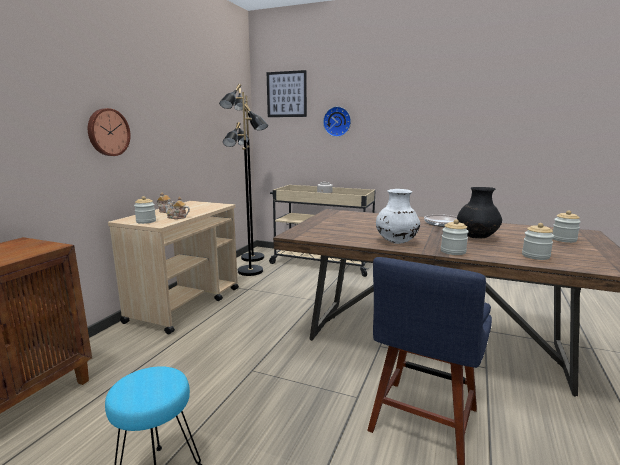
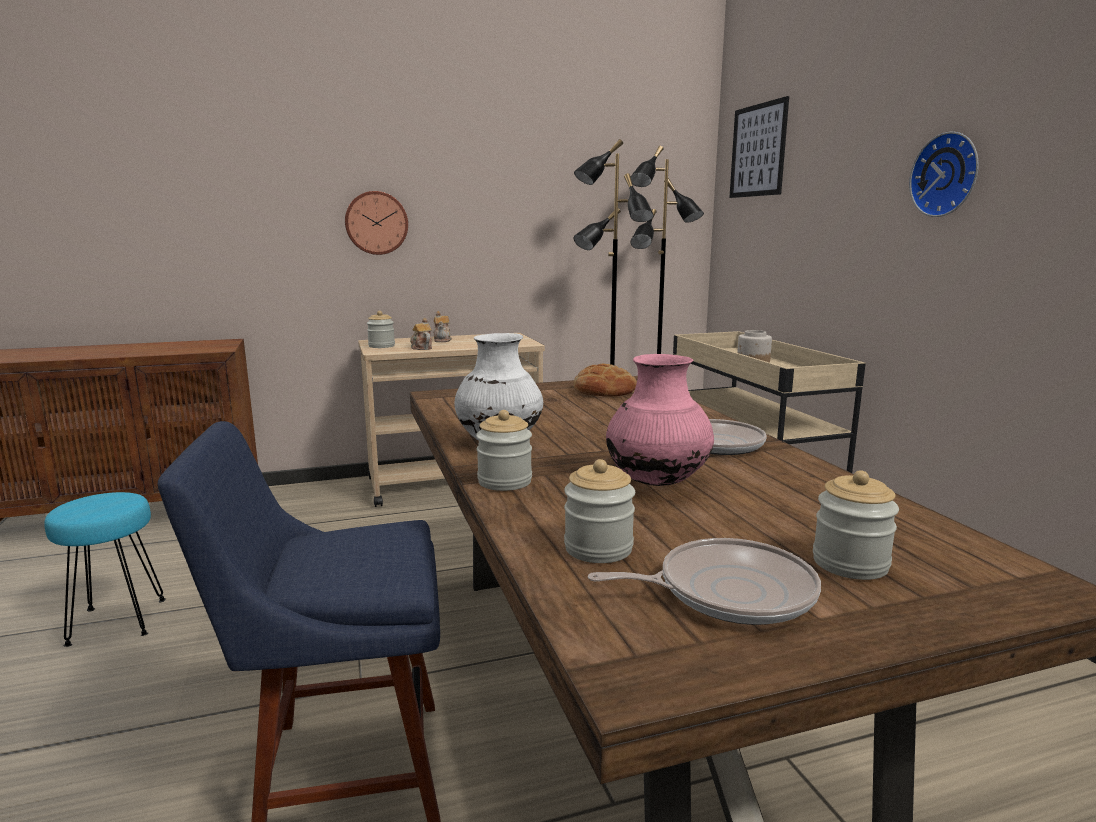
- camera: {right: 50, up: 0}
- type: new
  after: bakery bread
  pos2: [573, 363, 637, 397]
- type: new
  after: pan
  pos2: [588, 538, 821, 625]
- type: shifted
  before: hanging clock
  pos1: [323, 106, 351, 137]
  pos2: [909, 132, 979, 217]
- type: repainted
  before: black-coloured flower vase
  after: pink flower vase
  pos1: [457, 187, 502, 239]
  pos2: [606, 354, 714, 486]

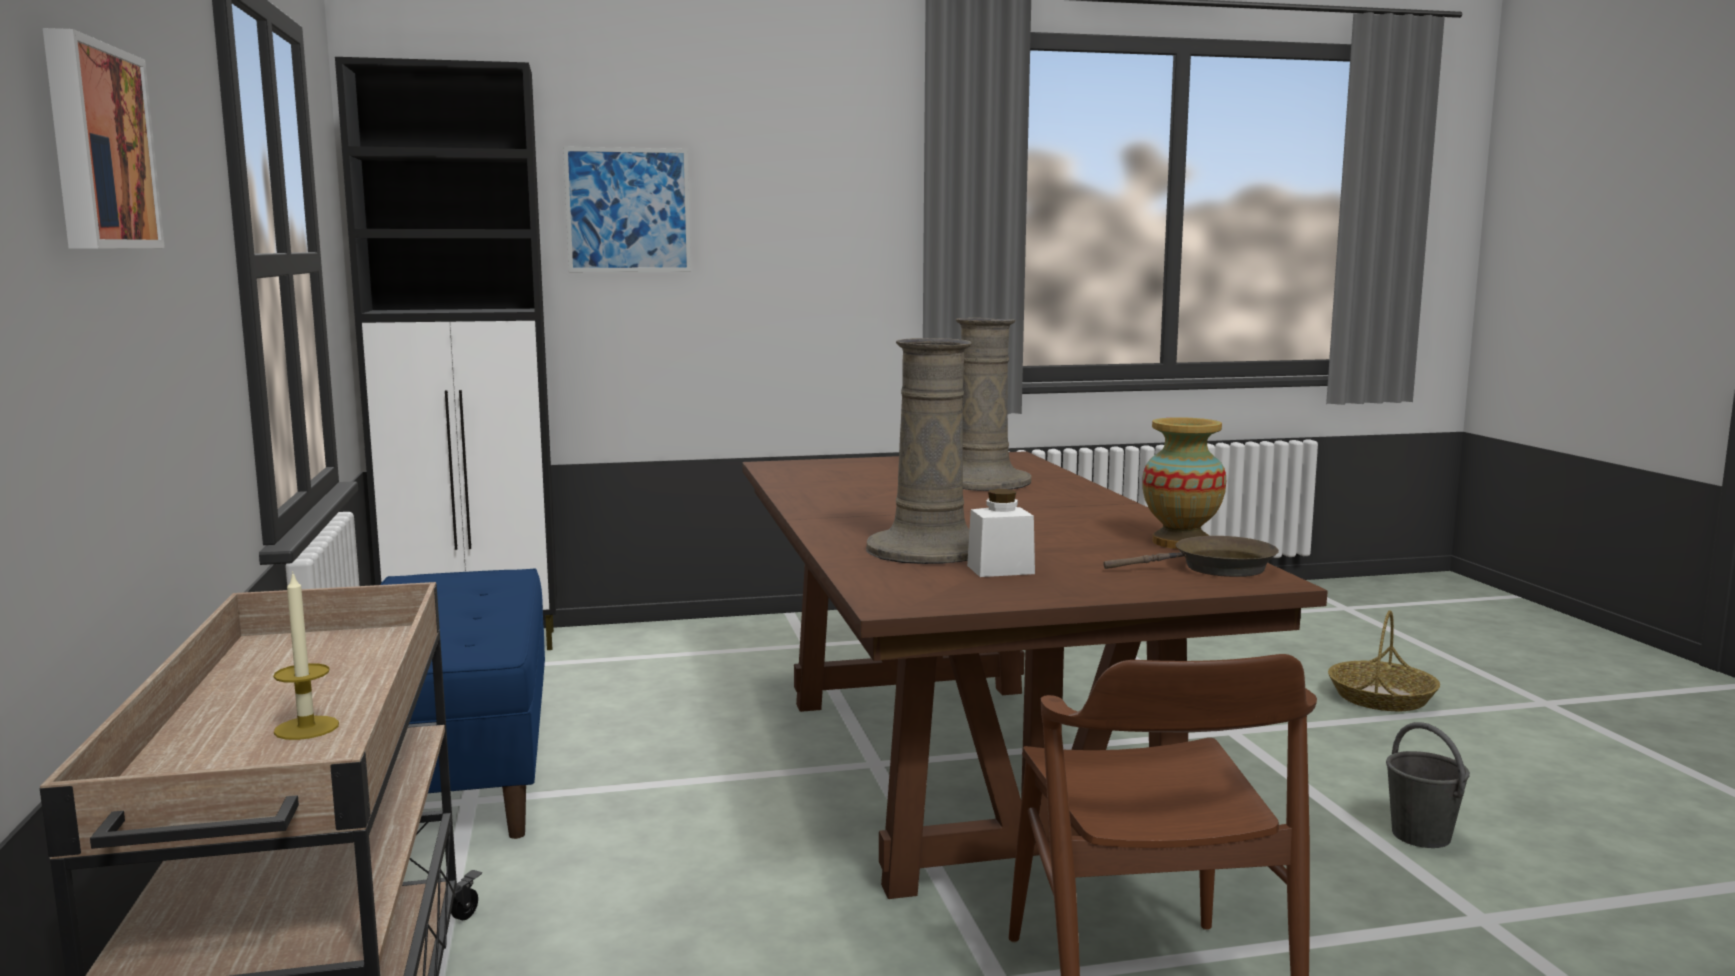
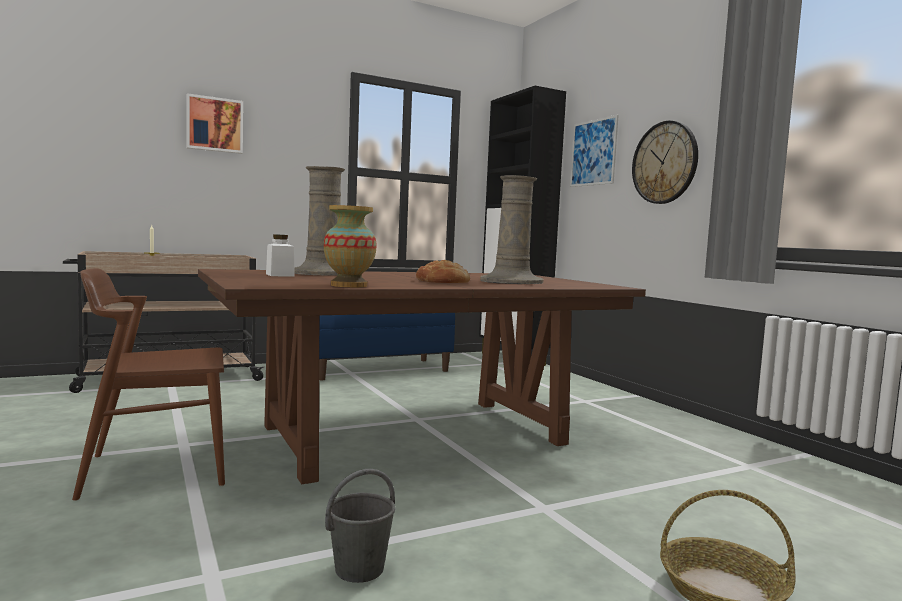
- camera: {right: 75, up: -5}
- type: gone
  before: brownish pan
  pos1: [1104, 536, 1279, 577]
- type: new
  after: bakery bread
  pos2: [416, 260, 470, 283]
- type: new
  after: hanging clock
  pos2: [632, 121, 698, 204]

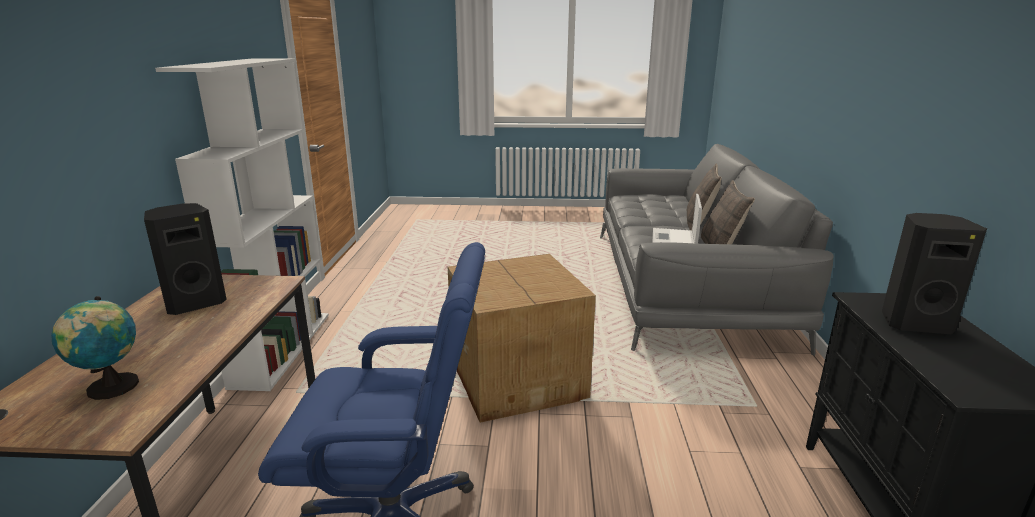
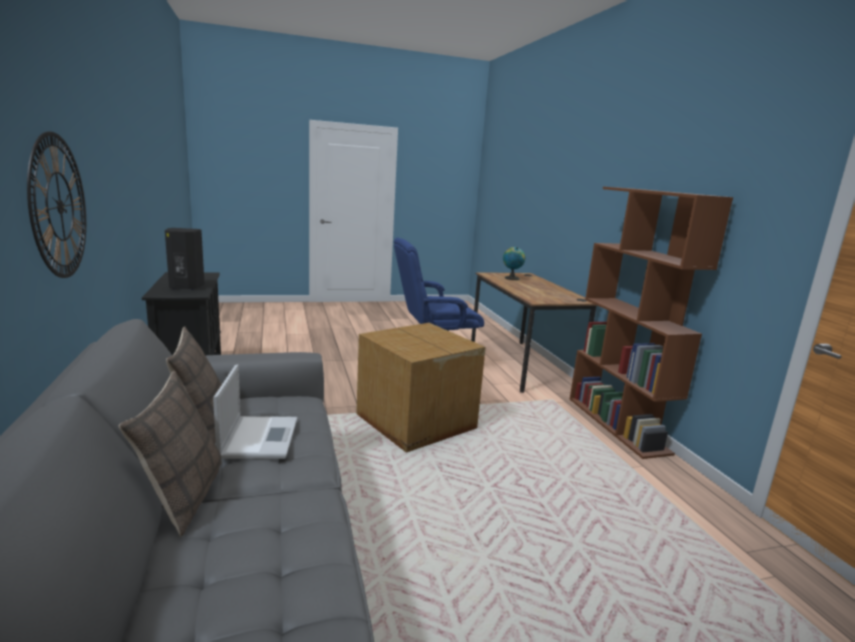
- camera: {right: 160, up: -5}
- type: gone
  before: black-coloured loudspeaker
  pos1: [144, 203, 226, 315]
- type: new
  after: hanging clock
  pos2: [27, 132, 86, 278]
- type: repainted
  before: white bookshelf
  after: brownish bookshelf
  pos1: [155, 58, 329, 391]
  pos2: [570, 187, 733, 459]

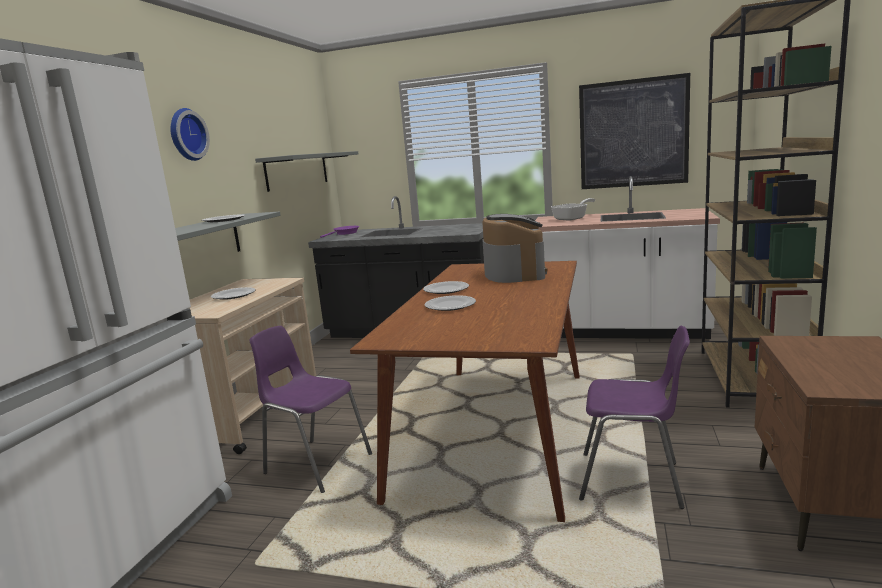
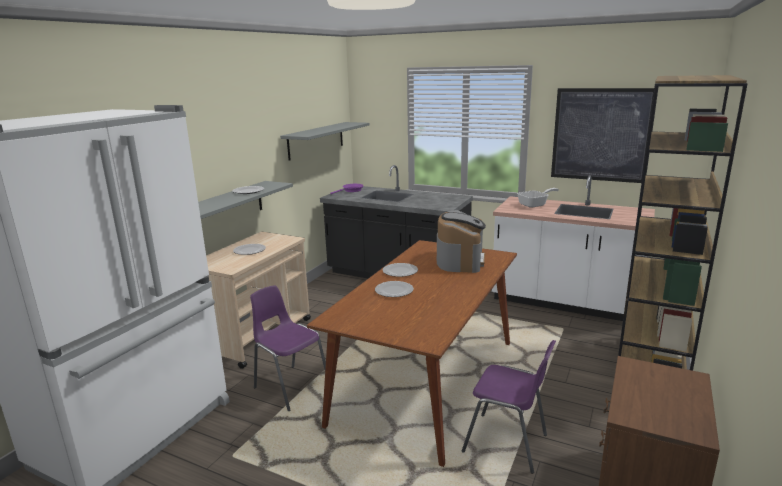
- camera: {right: 10, up: 5}
- type: gone
  before: hanging clock
  pos1: [170, 108, 210, 161]

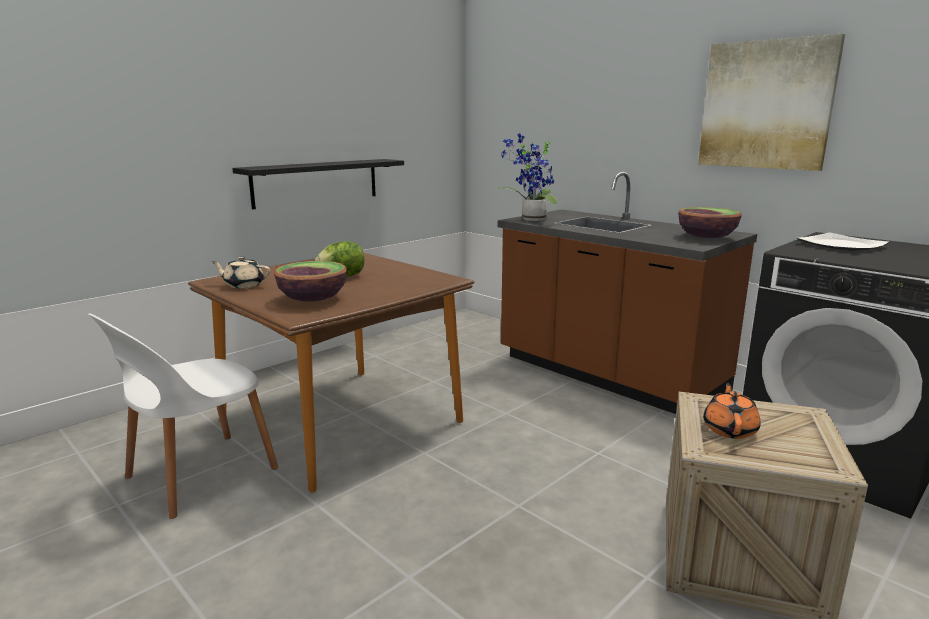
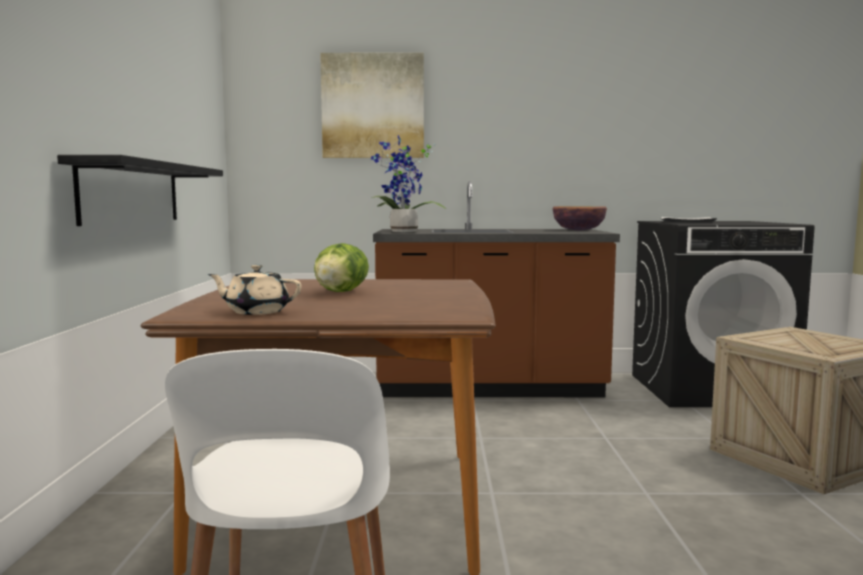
- camera: {right: -45, up: -10}
- type: gone
  before: deep dish
  pos1: [274, 261, 347, 302]
- type: gone
  before: orange-coloured tea pot
  pos1: [703, 383, 761, 439]
- type: shifted
  before: wall art
  pos1: [698, 34, 845, 171]
  pos2: [320, 53, 424, 158]
- type: rotated
  before: beige tea pot
  pos1: [212, 256, 270, 289]
  pos2: [208, 265, 302, 315]
  turn: 45

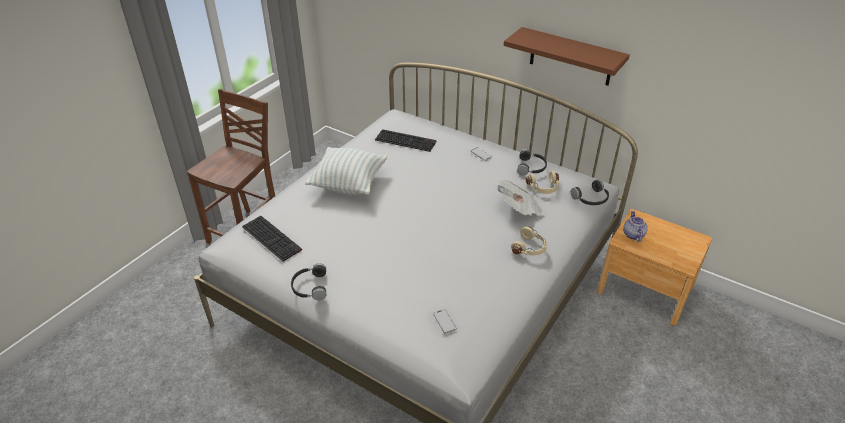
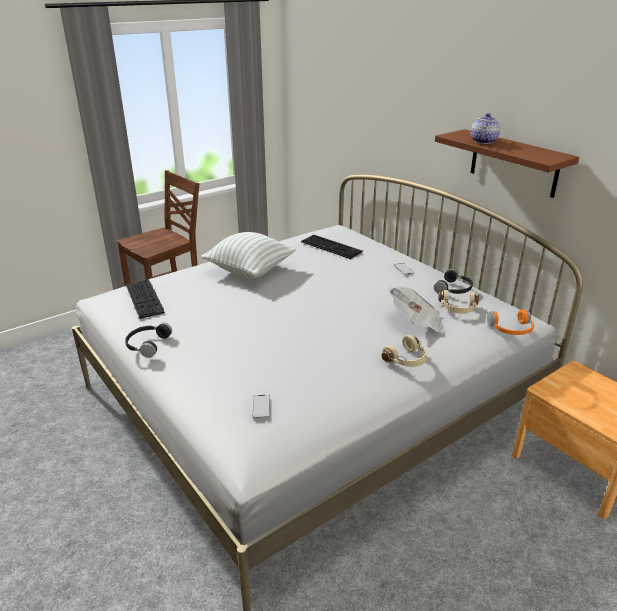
- camera: {right: 20, up: -10}
- type: shifted
  before: tea pot
  pos1: [623, 210, 648, 242]
  pos2: [471, 113, 500, 144]
- type: repainted
  before: black-coloured headphones
  after: orange-coloured headphones
  pos1: [571, 180, 609, 205]
  pos2: [487, 309, 534, 335]

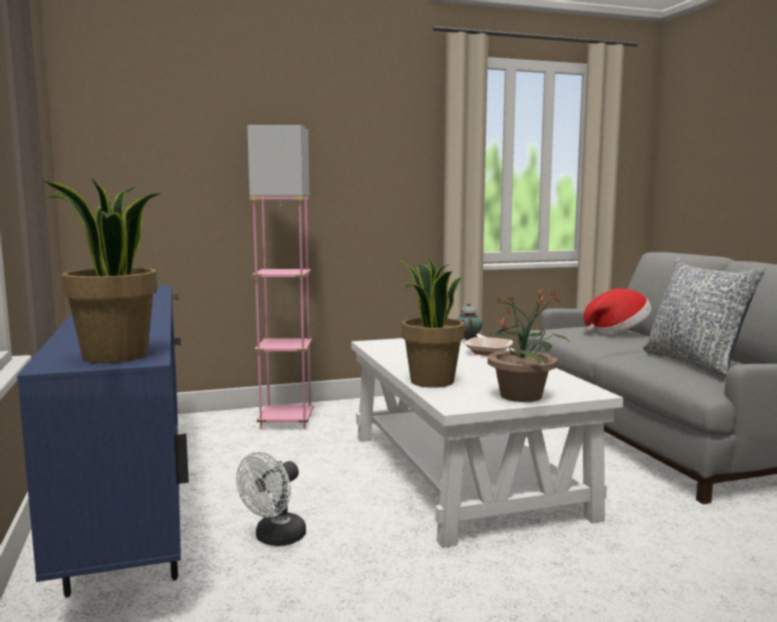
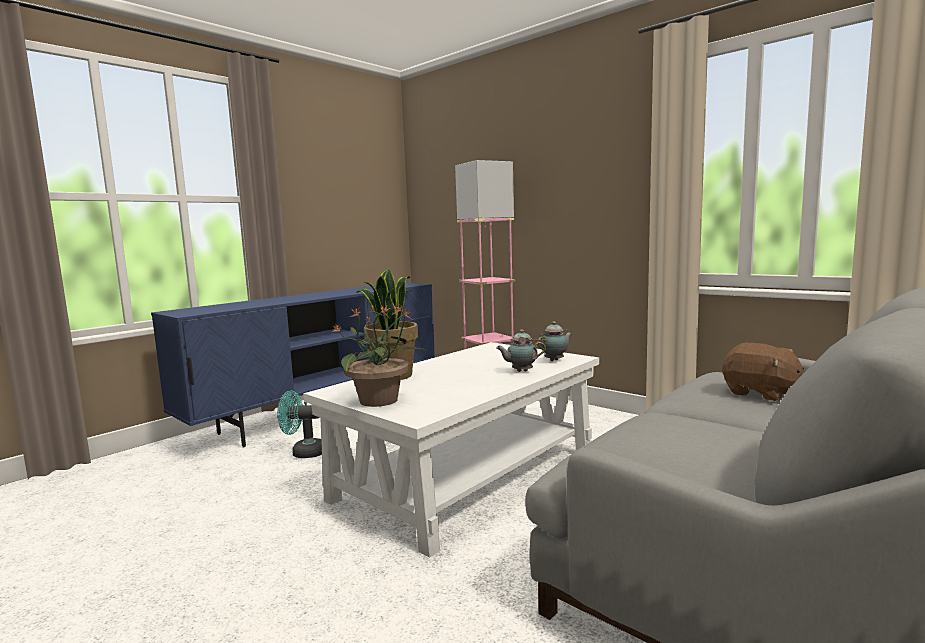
- camera: {right: 60, up: 0}
- type: gone
  before: plant in a pot
  pos1: [44, 177, 161, 363]
- type: gone
  before: cushion
  pos1: [643, 258, 766, 376]
- type: swapped
  before: deep dish
  after: tea pot
  pos1: [465, 337, 513, 356]
  pos2: [496, 330, 546, 372]
- type: swapped
  before: wearable hat
  after: brownish cuddly toy
  pos1: [584, 288, 652, 334]
  pos2: [722, 343, 804, 401]
- type: repainted
  before: white cooling fan
  after: turquoise-coloured cooling fan
  pos1: [236, 452, 306, 546]
  pos2: [277, 391, 322, 458]

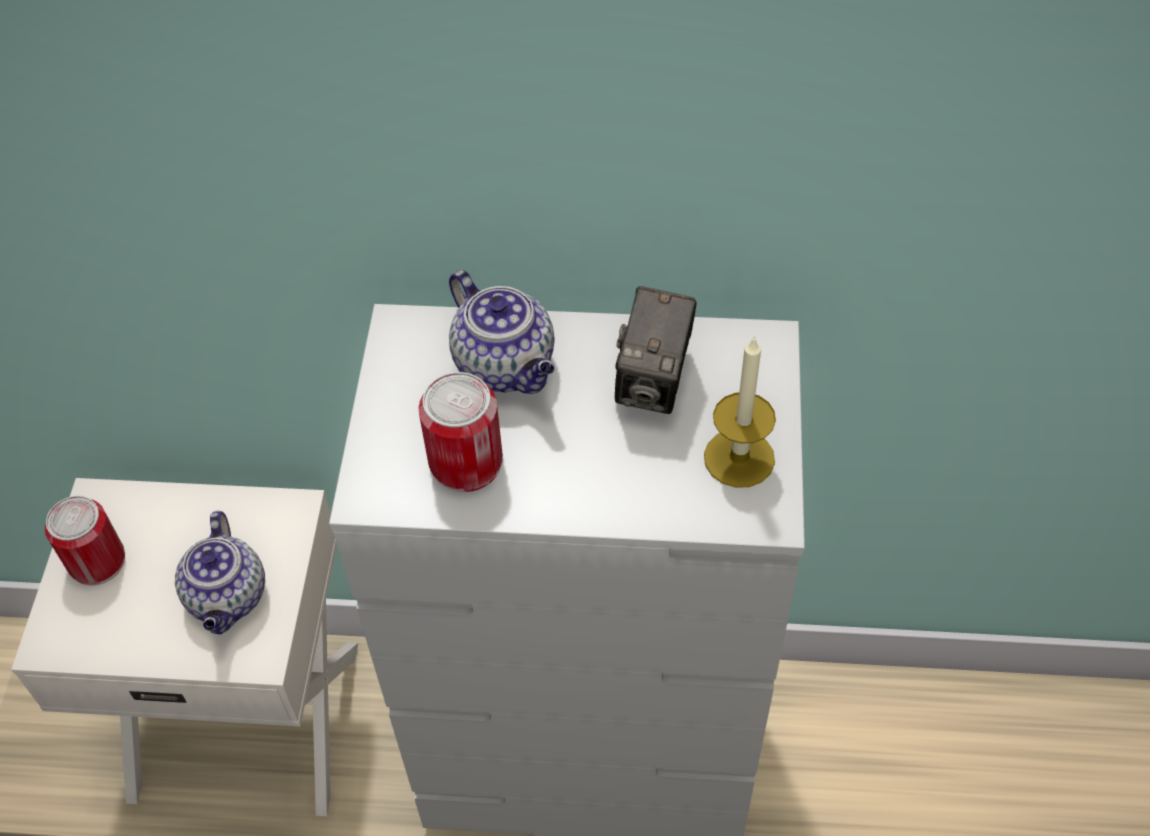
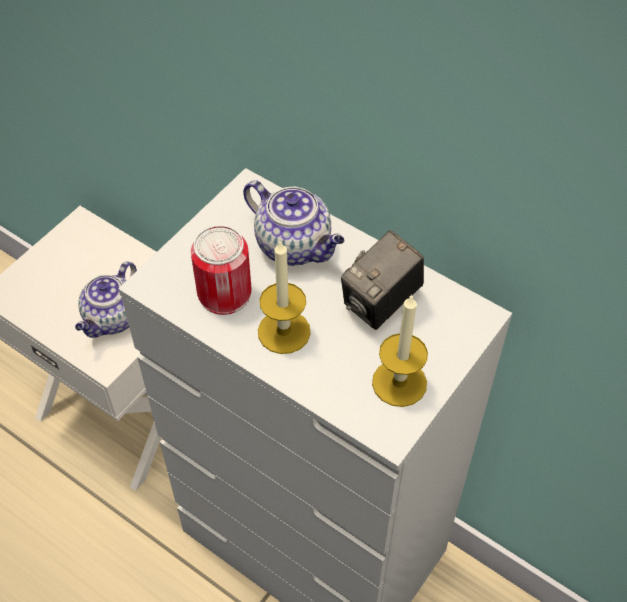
- camera: {right: 30, up: 0}
- type: gone
  before: sealed can
  pos1: [45, 496, 125, 585]
- type: new
  after: candle
  pos2: [258, 240, 311, 354]
- type: rotated
  before: tea pot
  pos1: [449, 270, 554, 394]
  pos2: [243, 180, 345, 266]
  turn: -45

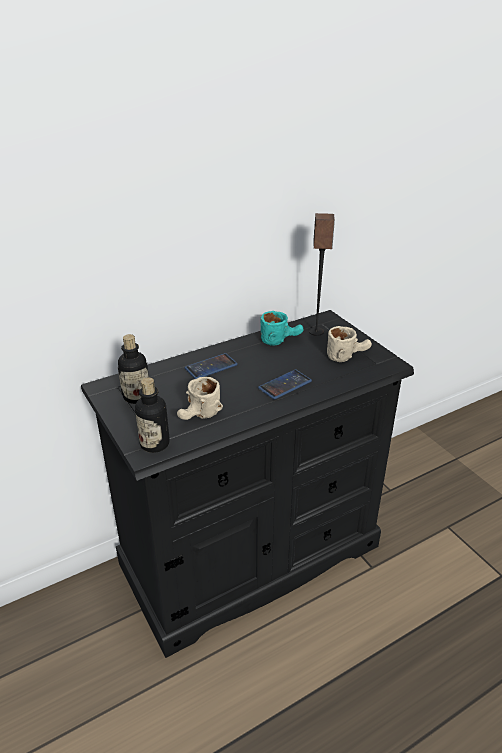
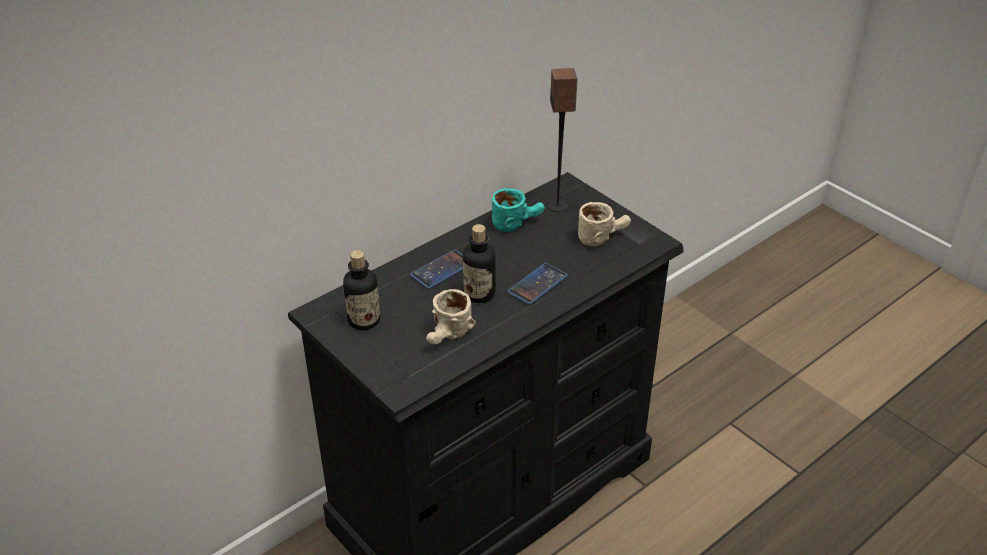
- camera: {right: -10, up: 5}
- type: shifted
  before: bottle
  pos1: [135, 378, 170, 453]
  pos2: [463, 224, 495, 303]

